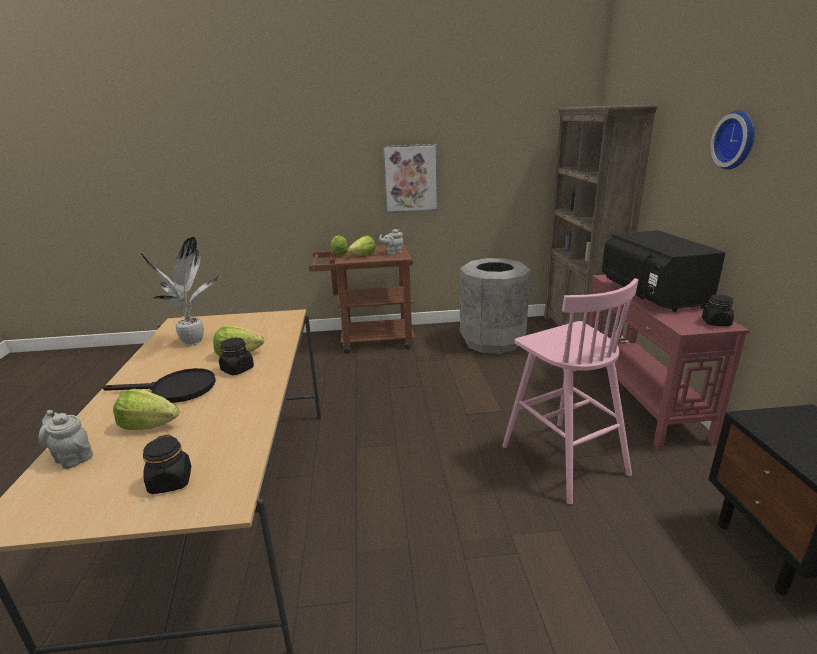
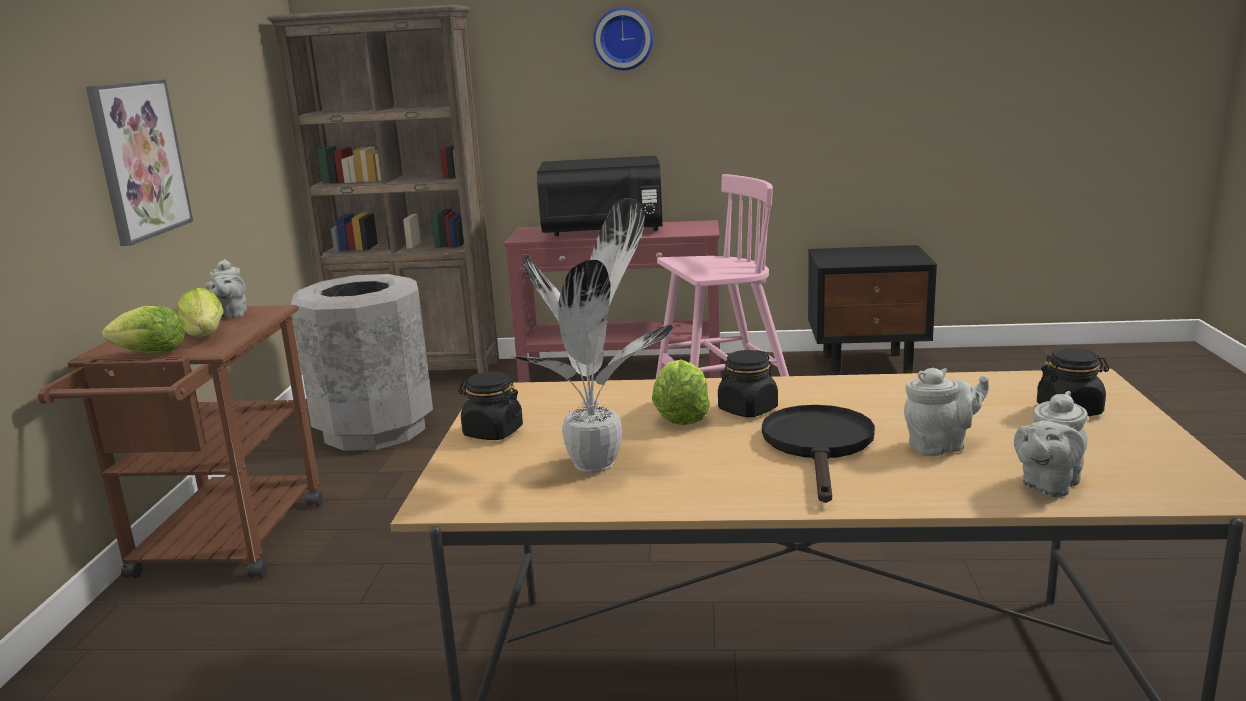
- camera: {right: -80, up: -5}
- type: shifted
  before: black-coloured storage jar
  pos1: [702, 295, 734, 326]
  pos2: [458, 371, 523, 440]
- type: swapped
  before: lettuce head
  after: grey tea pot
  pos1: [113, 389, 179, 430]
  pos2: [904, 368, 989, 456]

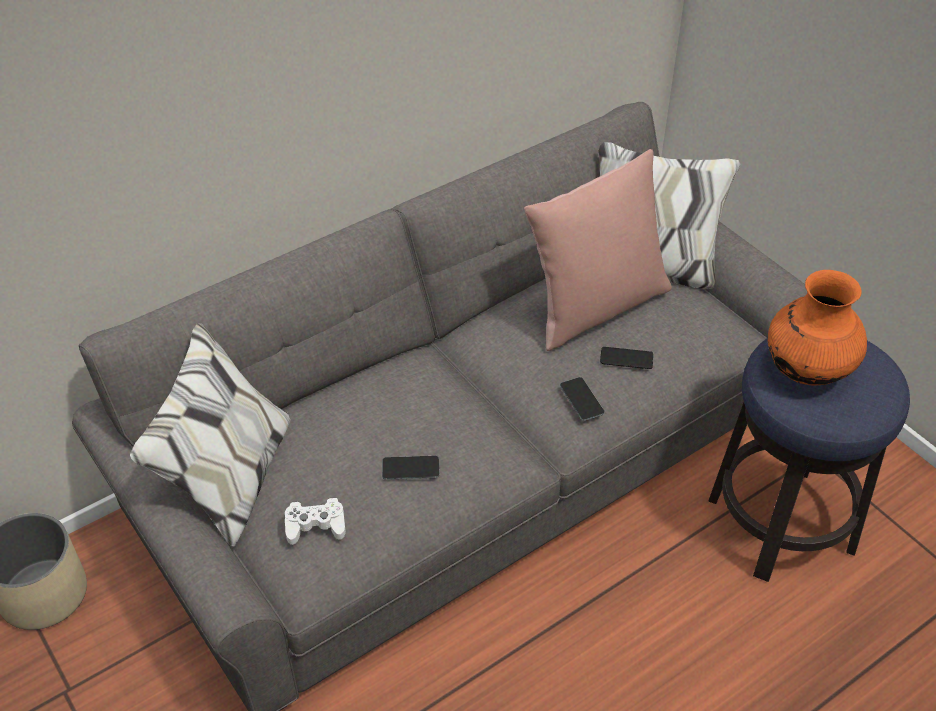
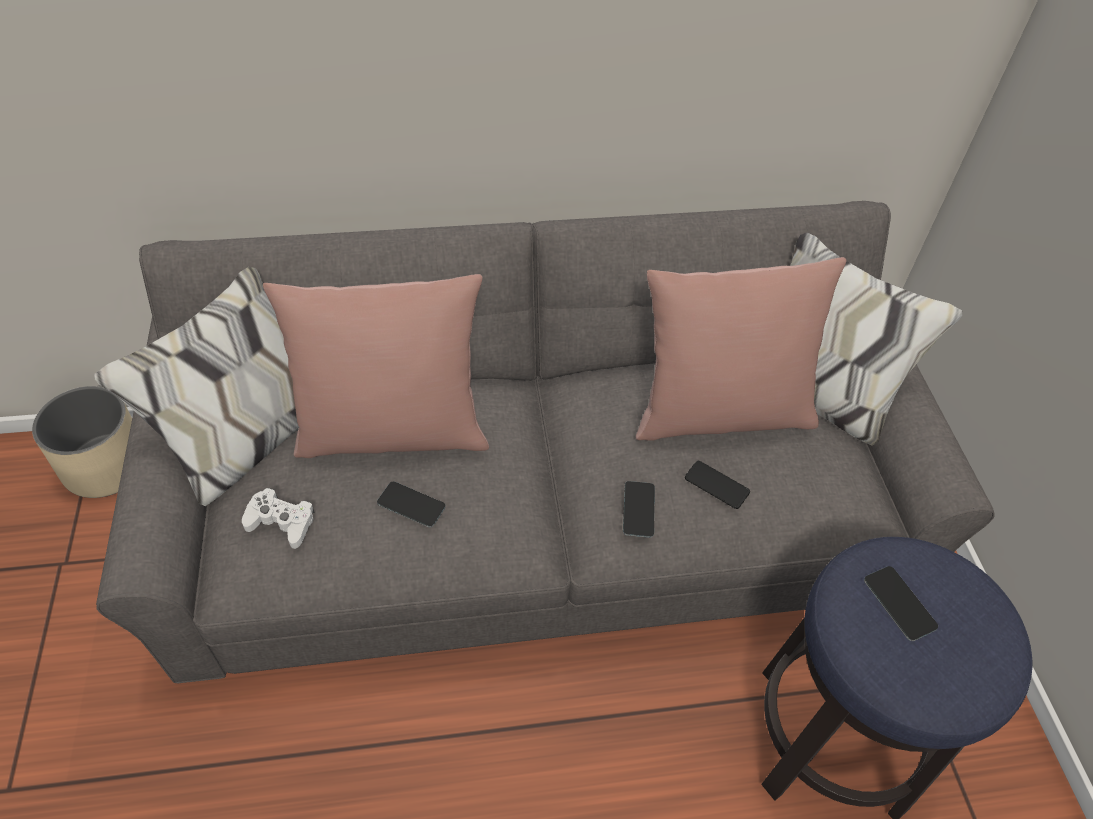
- camera: {right: 25, up: 5}
- type: new
  after: pink cushion
  pos2: [263, 274, 489, 458]
- type: swapped
  before: orange-coloured flower vase
  after: handset
  pos1: [768, 270, 867, 386]
  pos2: [864, 566, 938, 641]

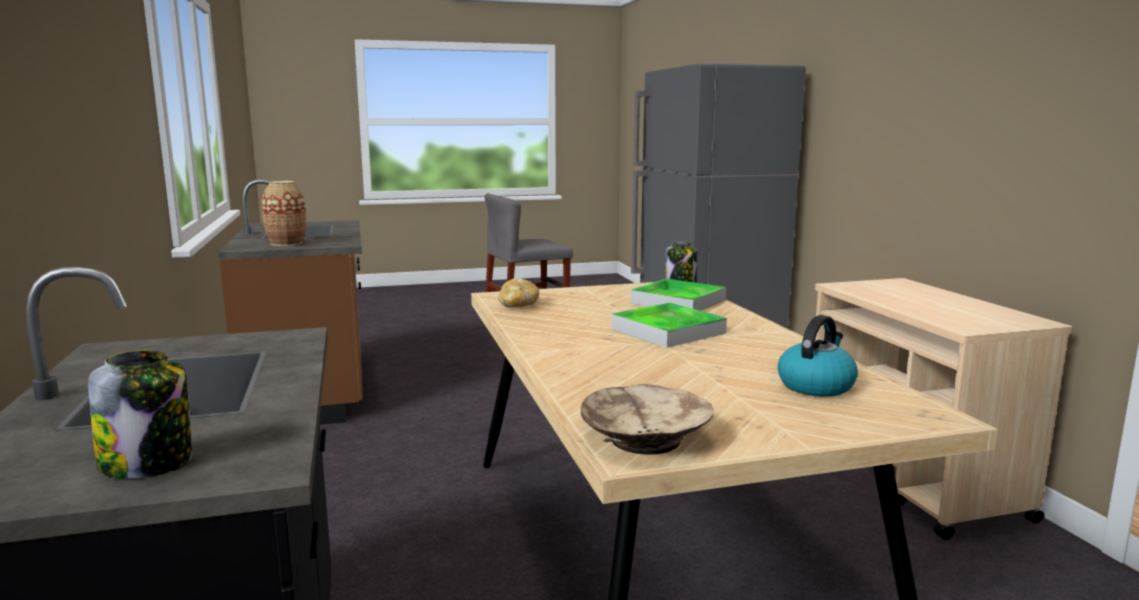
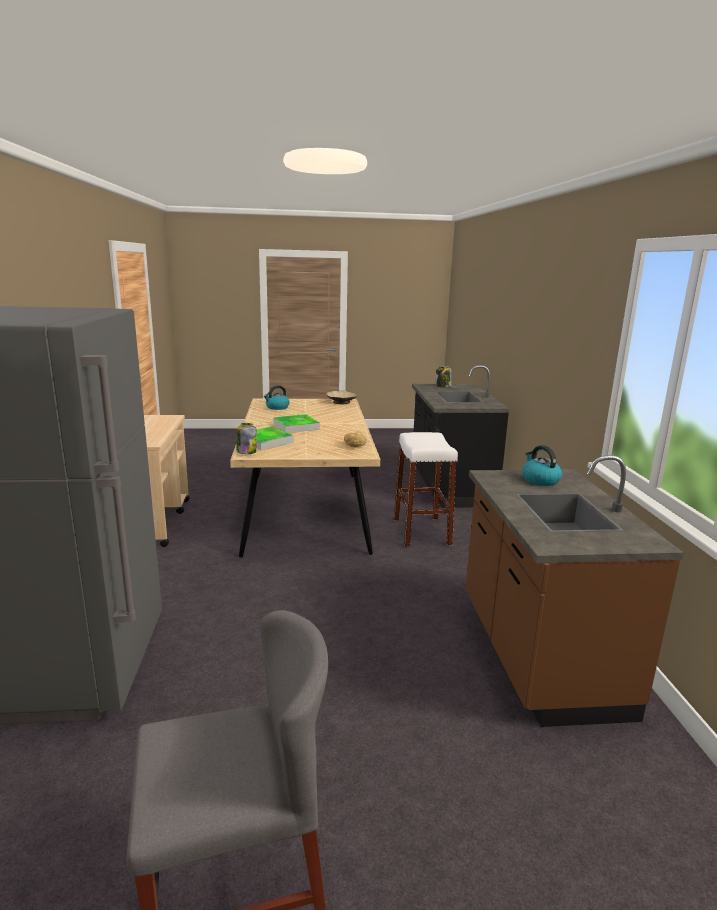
- camera: {right: -170, up: 5}
- type: new
  after: white stool
  pos2: [394, 432, 458, 547]
- type: swapped
  before: flower vase
  after: tea kettle
  pos1: [261, 181, 306, 246]
  pos2: [522, 445, 562, 486]

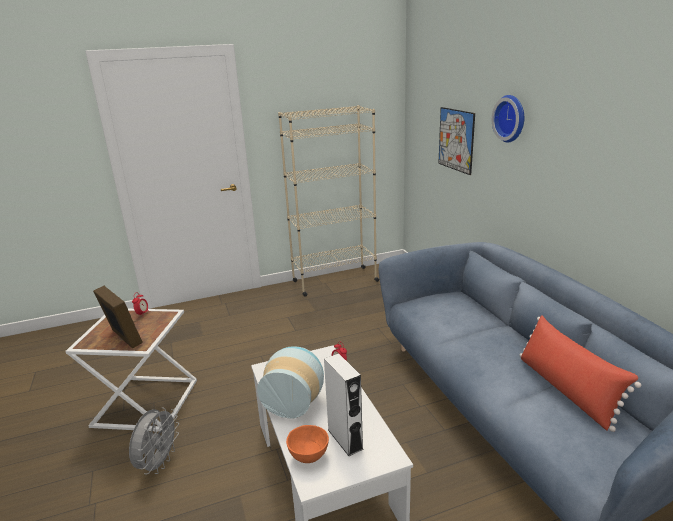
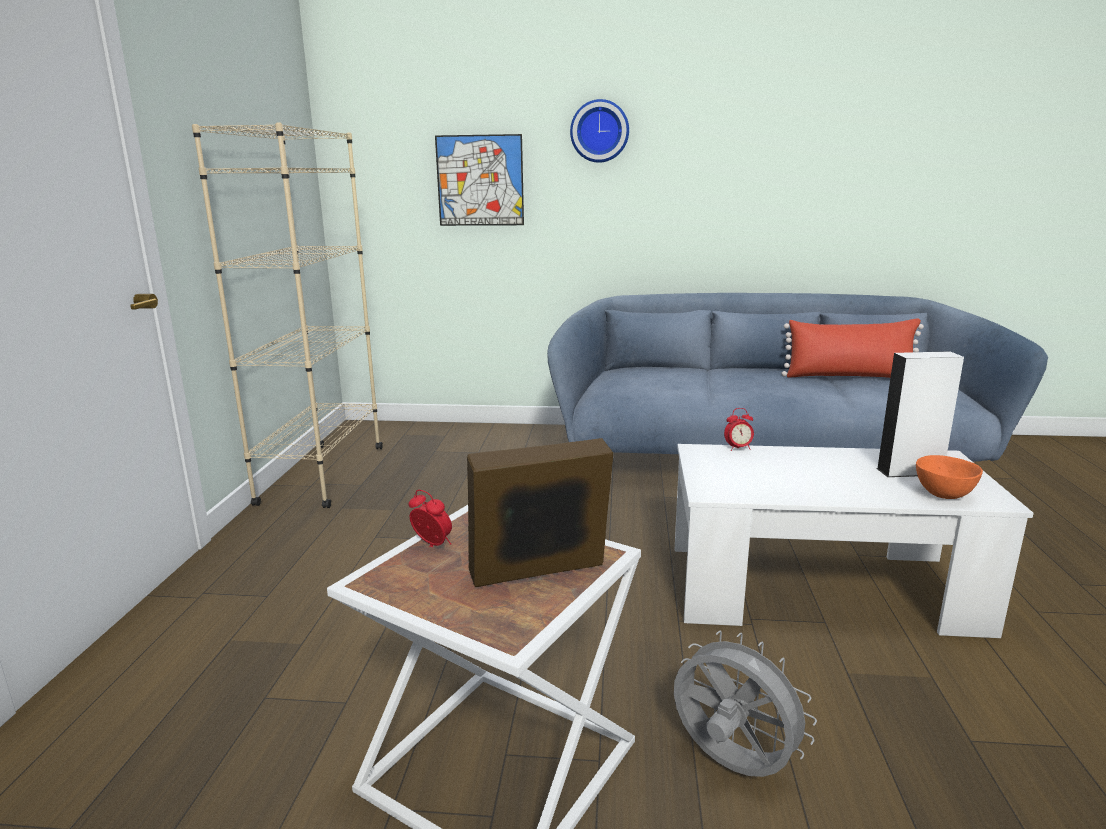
- camera: {right: -65, up: -5}
- type: gone
  before: flower vase
  pos1: [257, 346, 324, 419]

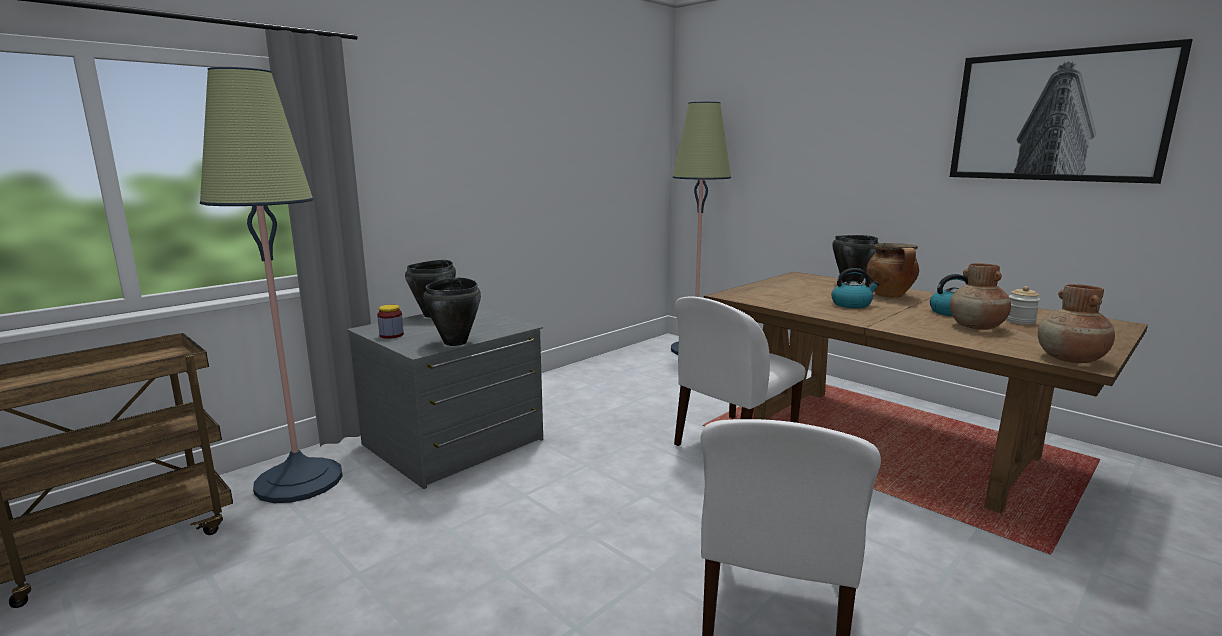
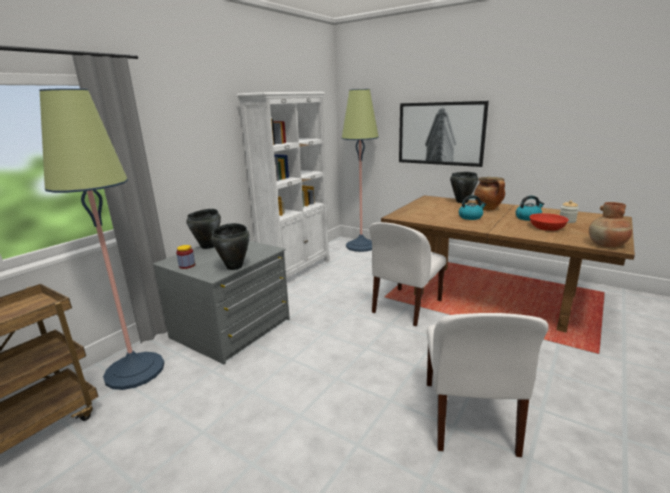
- camera: {right: -10, up: 5}
- type: new
  after: white bookshelf
  pos2: [237, 92, 329, 279]
- type: shifted
  before: wall art
  pos1: [950, 39, 1193, 184]
  pos2: [399, 101, 489, 167]
- type: swapped
  before: brownish flower vase
  after: red-coloured deep dish
  pos1: [950, 263, 1011, 330]
  pos2: [529, 213, 569, 231]

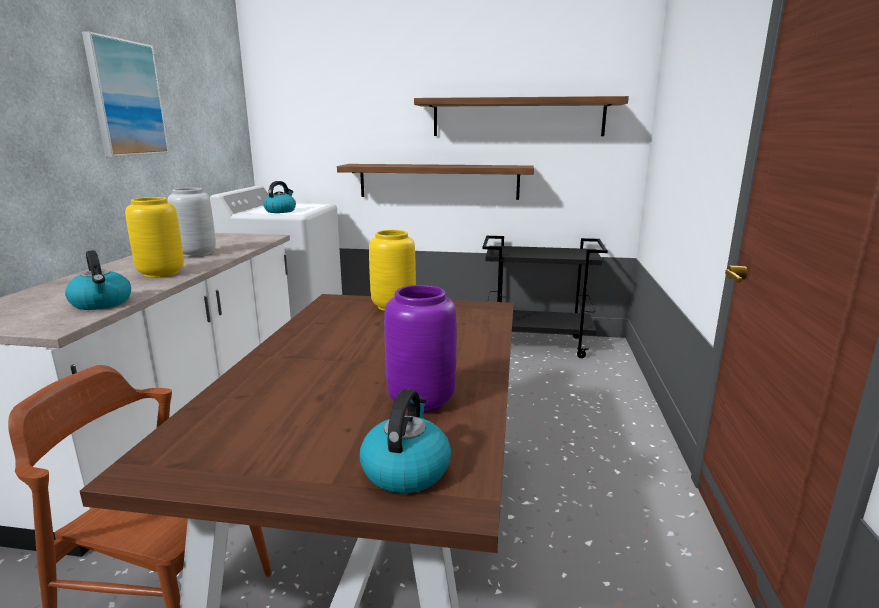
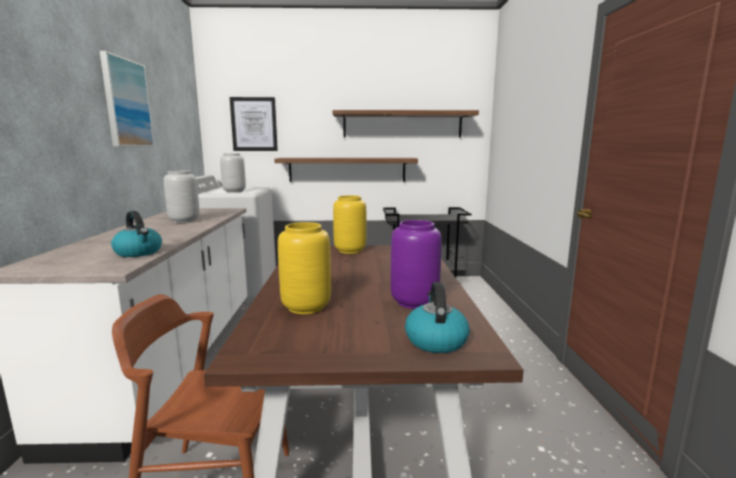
- camera: {right: -10, up: -5}
- type: new
  after: wall art
  pos2: [230, 97, 278, 151]
- type: shifted
  before: yellowish flower vase
  pos1: [125, 197, 184, 278]
  pos2: [278, 222, 331, 314]
- type: swapped
  before: tea kettle
  after: grey flower vase
  pos1: [263, 181, 296, 213]
  pos2: [220, 153, 246, 193]

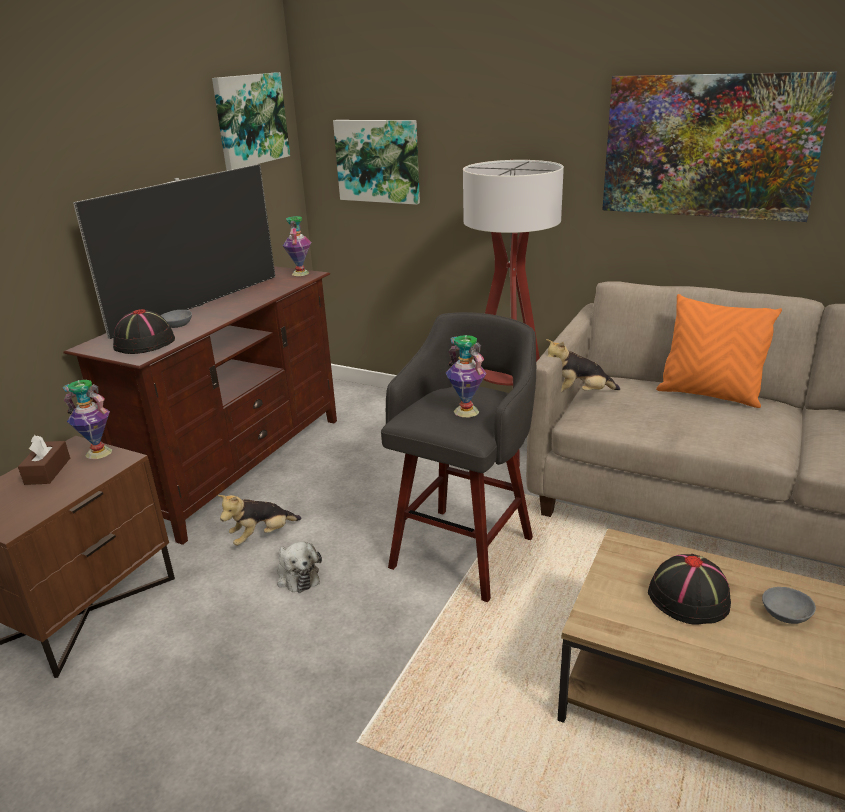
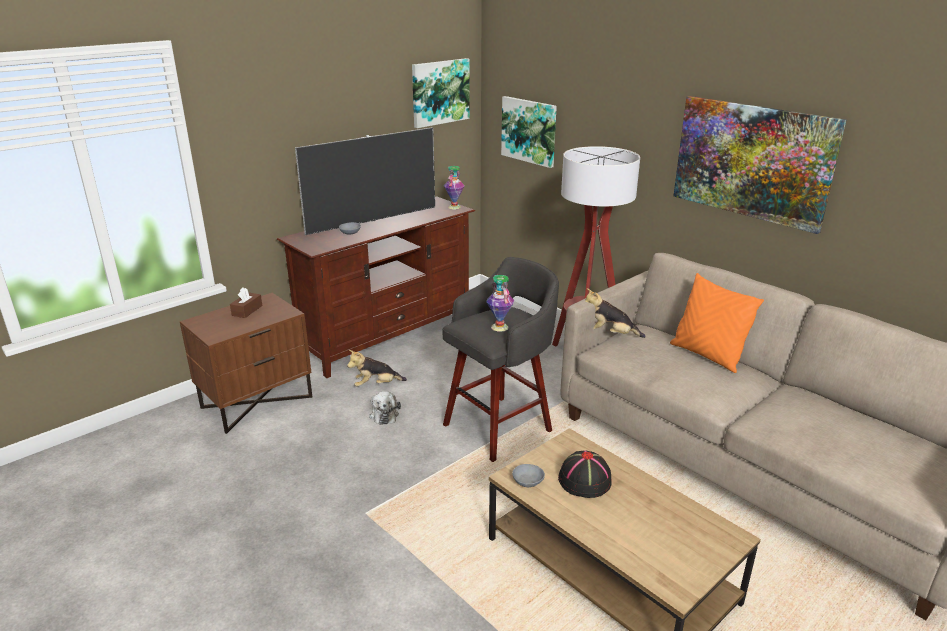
- camera: {right: 20, up: 0}
- type: gone
  before: flower vase
  pos1: [63, 380, 112, 459]
- type: gone
  before: black-coloured wearable hat
  pos1: [113, 309, 175, 354]
- type: shifted
  before: grey deep dish
  pos1: [762, 587, 816, 624]
  pos2: [512, 464, 545, 487]

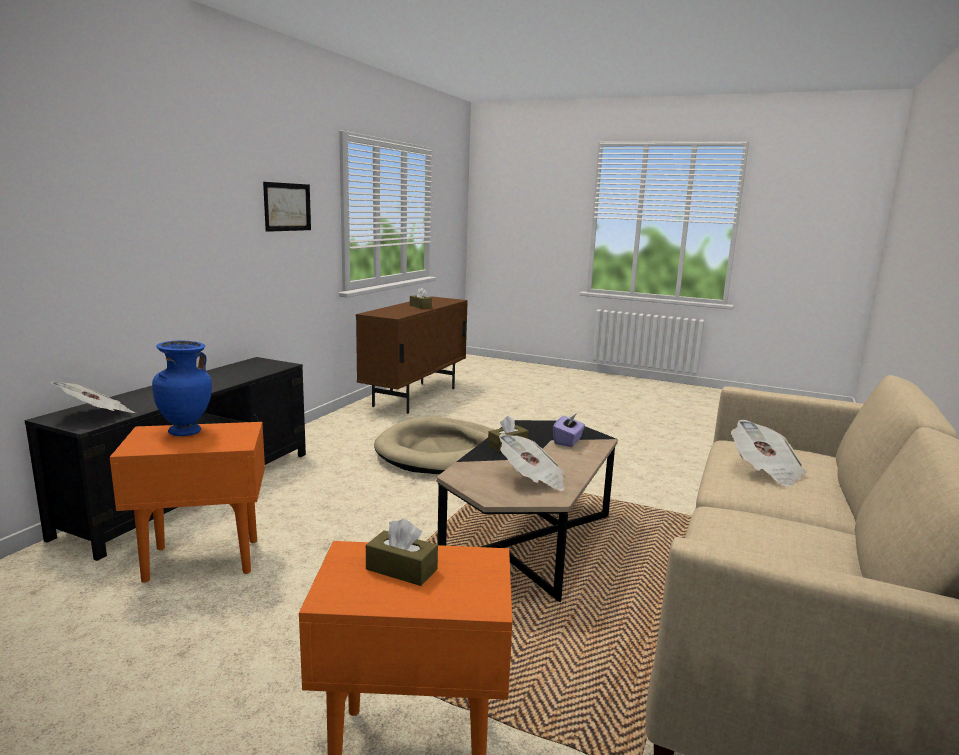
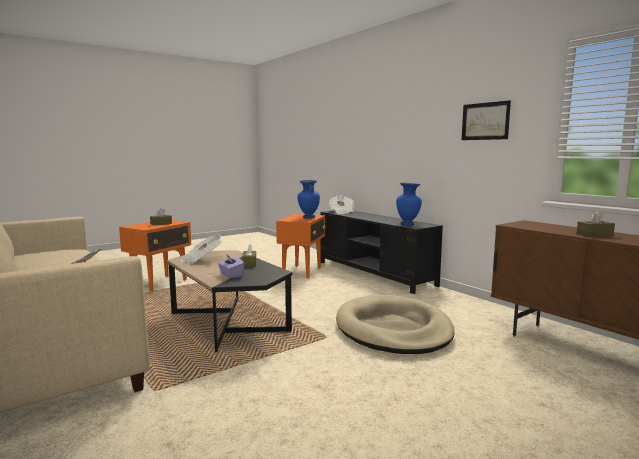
- camera: {right: 120, up: -5}
- type: new
  after: blue flower vase
  pos2: [396, 183, 422, 225]

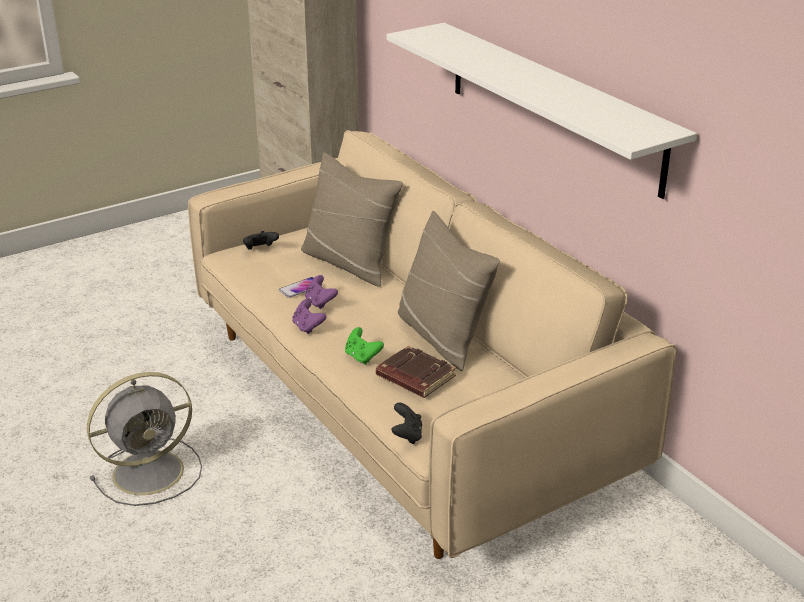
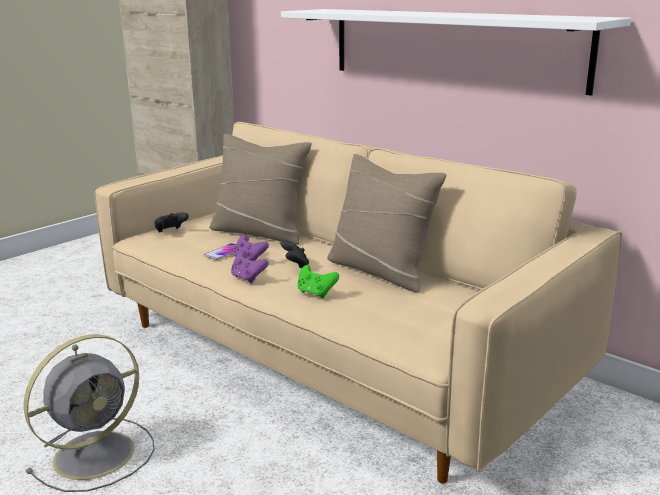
- camera: {right: -15, up: -10}
- type: gone
  before: brownish bound book
  pos1: [376, 346, 456, 398]
- type: shifted
  before: black-coloured joypad
  pos1: [392, 403, 422, 444]
  pos2: [281, 241, 309, 268]

